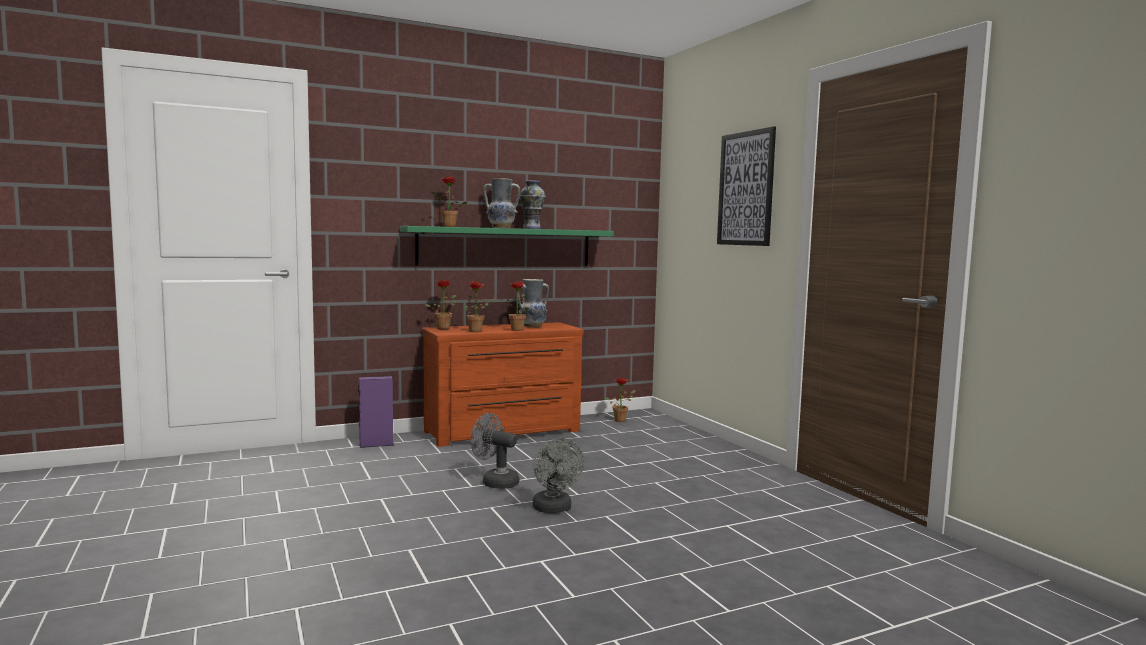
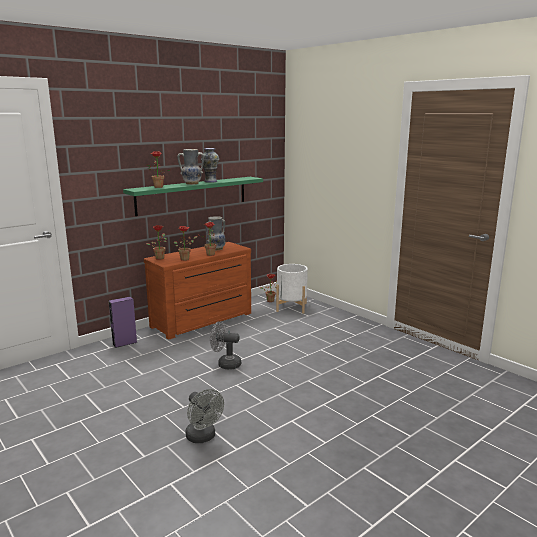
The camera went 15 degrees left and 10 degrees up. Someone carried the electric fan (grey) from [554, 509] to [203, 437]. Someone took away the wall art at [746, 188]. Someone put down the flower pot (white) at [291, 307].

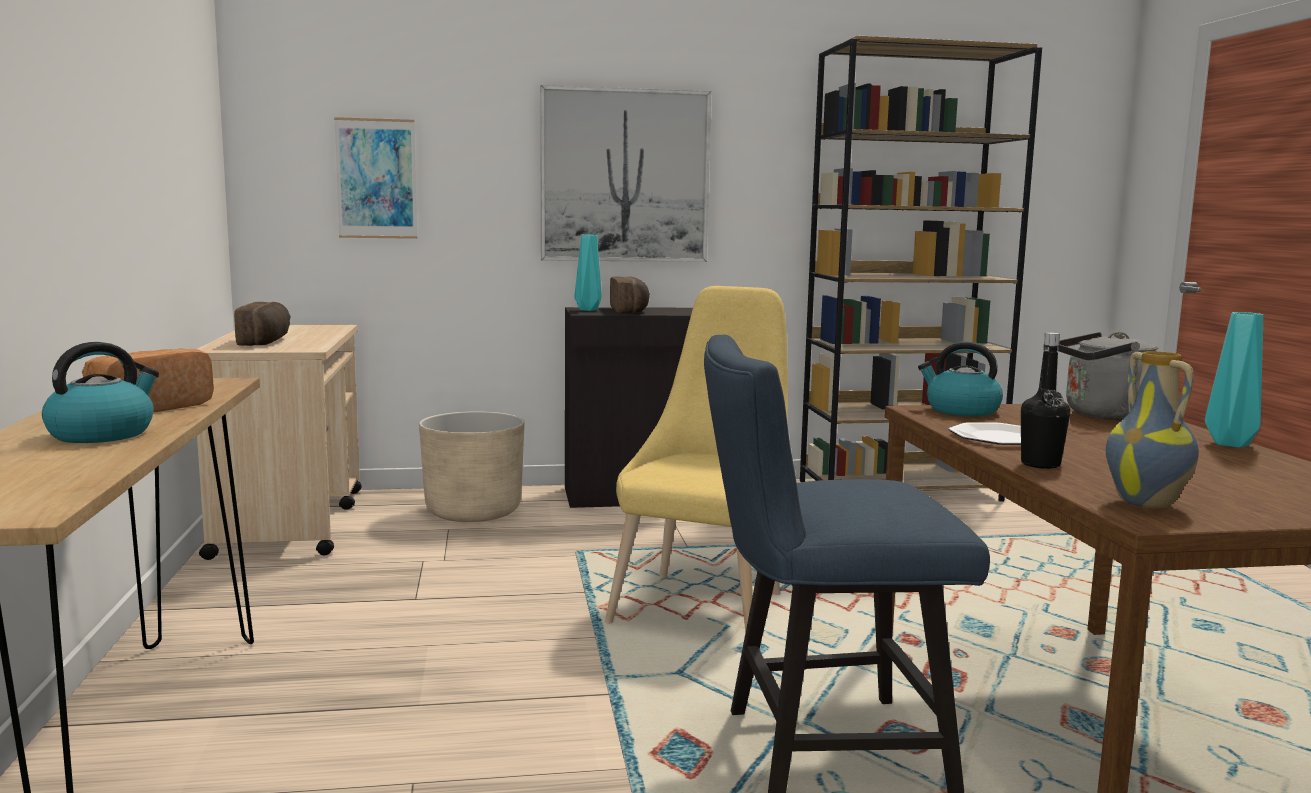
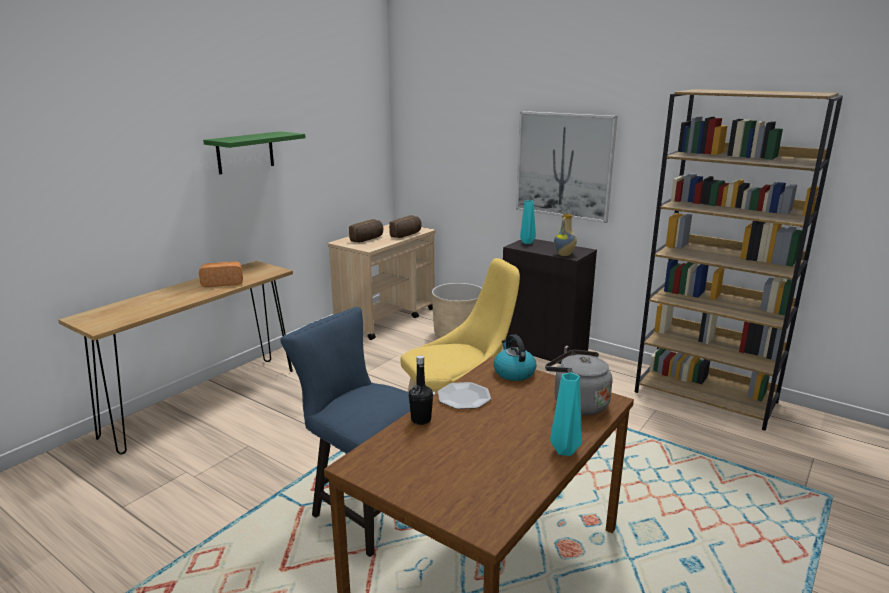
The camera went 45 degrees right and 10 degrees up. Someone took away the tea kettle at [103, 434]. Someone took away the wall art at [376, 179]. Someone carried the bread from [630, 310] to [407, 235]. Someone carried the flower vase from [1147, 504] to [564, 255]. Someone put up the wall shelf (greenish) at [245, 152].

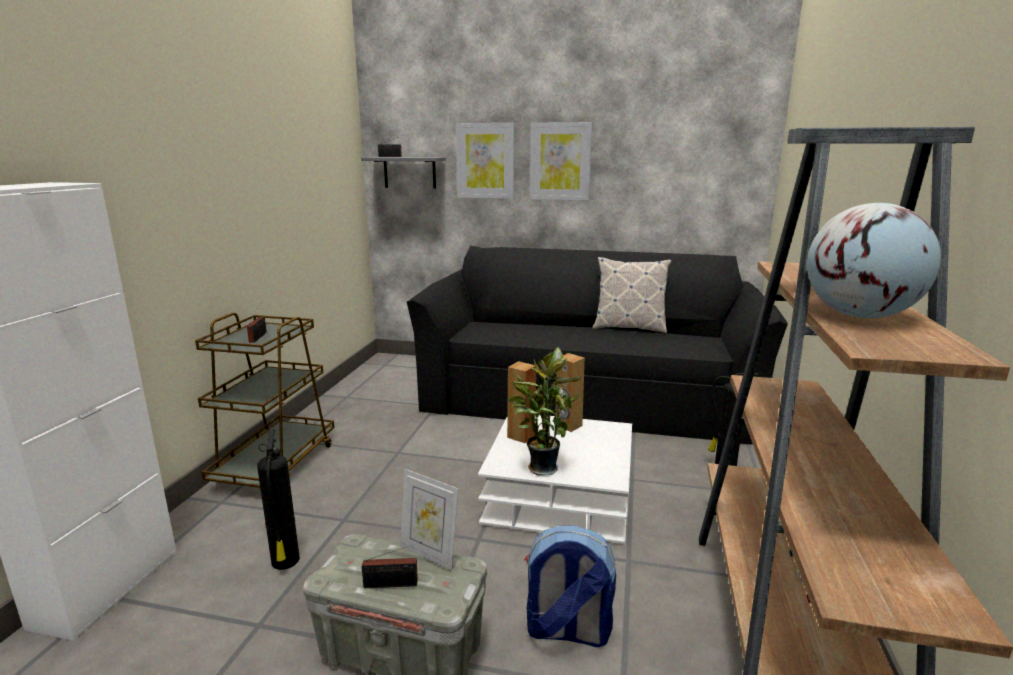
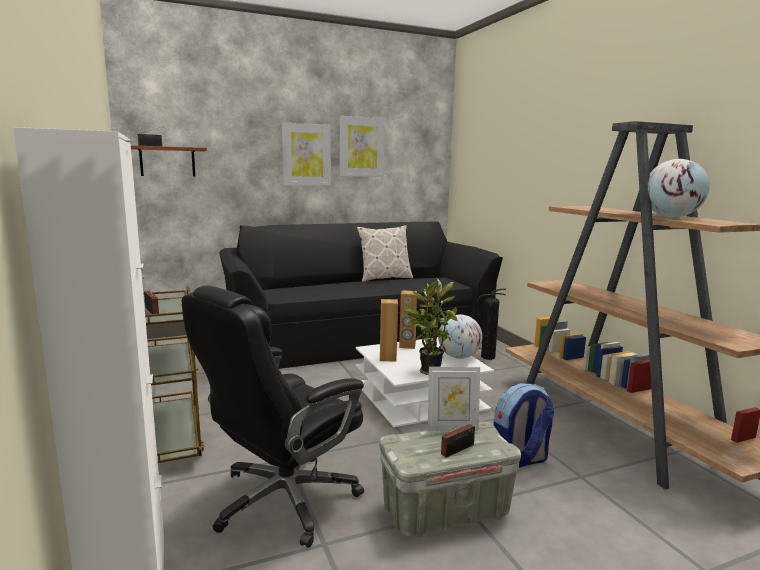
The camera went 35 degrees left and 5 degrees down. Someone swapped the fire-fighting cylinder at [285, 562] for the office chair (blackish) at [282, 500]. Someone repainted the wall shelf (grey) at [409, 172], which became the wall shelf (brown-coloured) at [167, 161]. Someone carried the wall art from [485, 161] to [361, 147]. Someone put down the world globe at [458, 357].

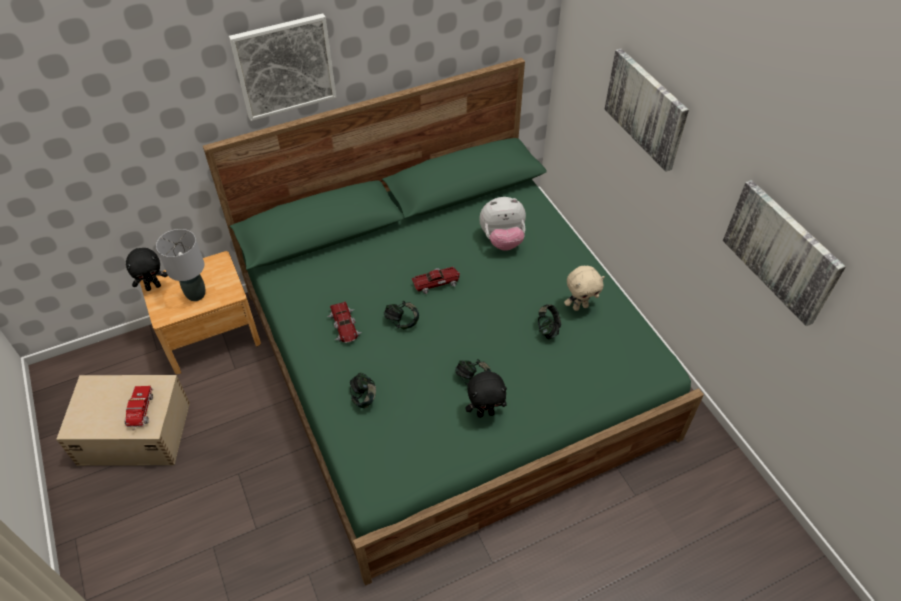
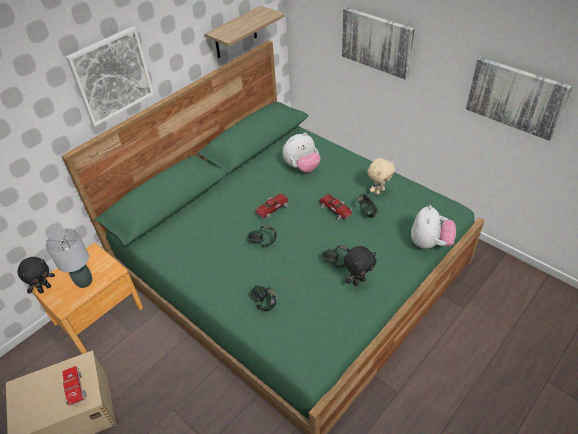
The camera went 20 degrees left and 5 degrees down. Someone carried the model car from [345, 326] to [336, 209]. Someone put up the wall shelf at [235, 33]. Someone put down the plush toy at [430, 243].

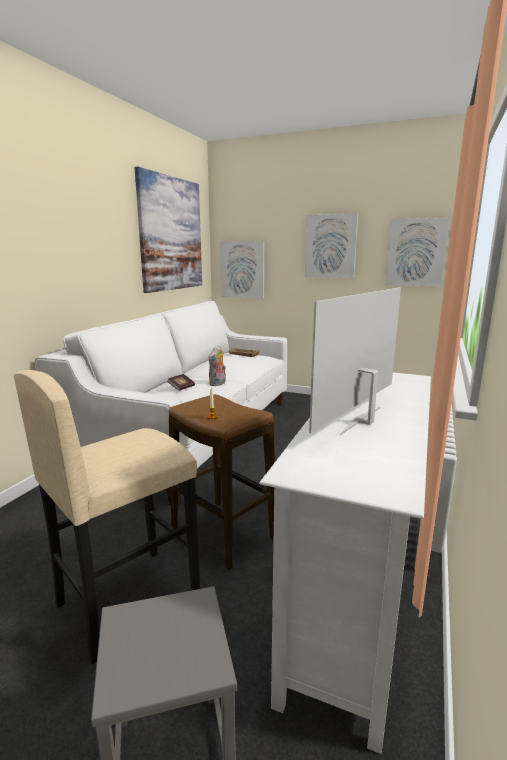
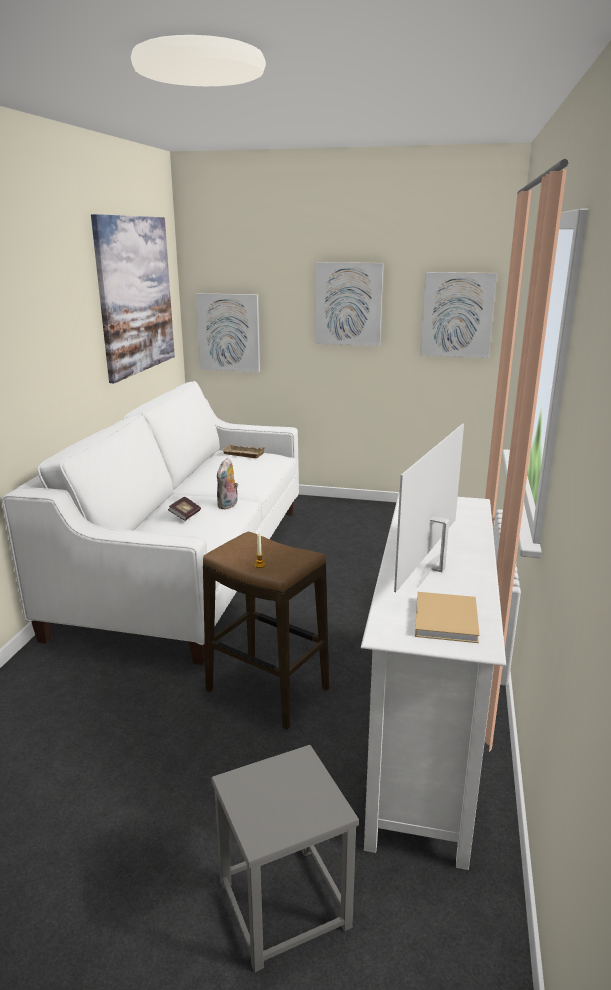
The camera went 10 degrees left and 5 degrees up. Someone took away the stool (beige-coloured) at [127, 599]. Someone put down the volume (beige-coloured) at [446, 618].

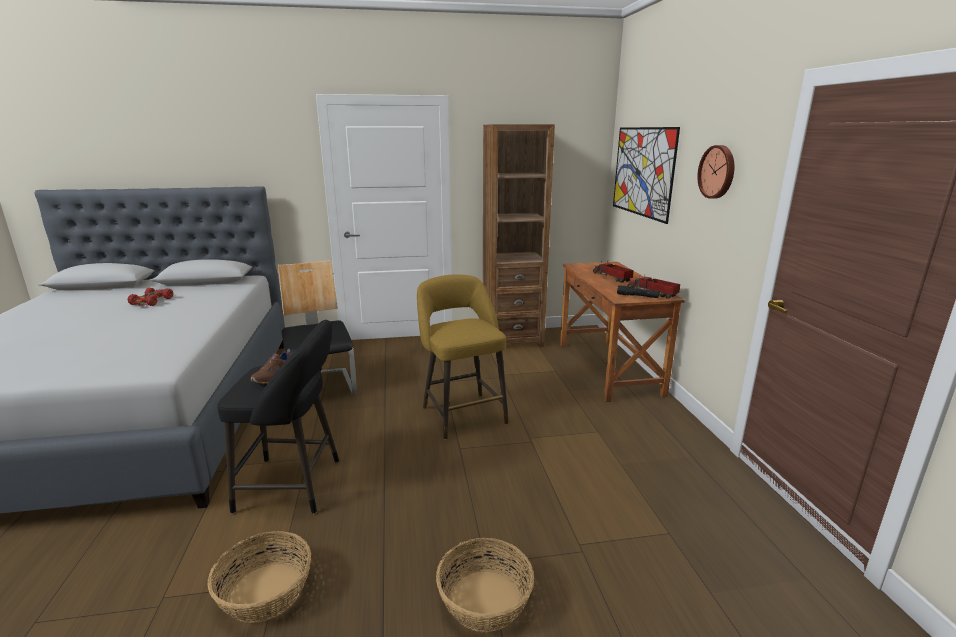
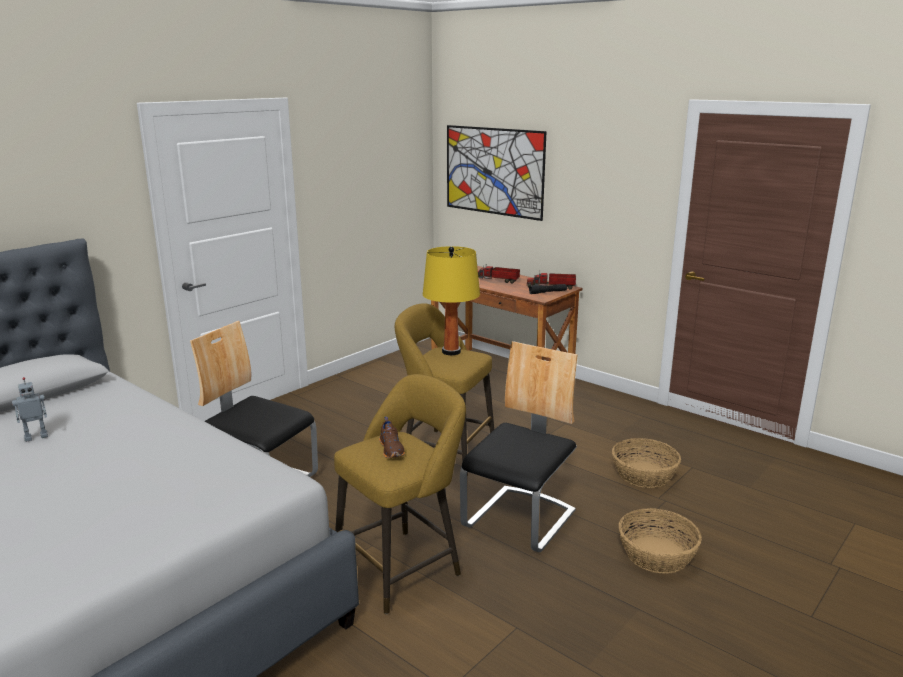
The camera went 40 degrees left and 0 degrees up. Someone swapped the model car (red-coloured) at [151, 301] for the model robot at [36, 437]. Someone carried the basket from [266, 592] to [644, 475]. Someone repainted the stool (blackish) at [295, 485], which became the stool (yellow) at [403, 567]. Someone took away the bookcase (brown-coloured) at [512, 339]. Someone took away the clock on the wall at [718, 172]. Someone put down the table lamp (yellow) at [451, 352]. Someone put down the plain chair at [520, 520].

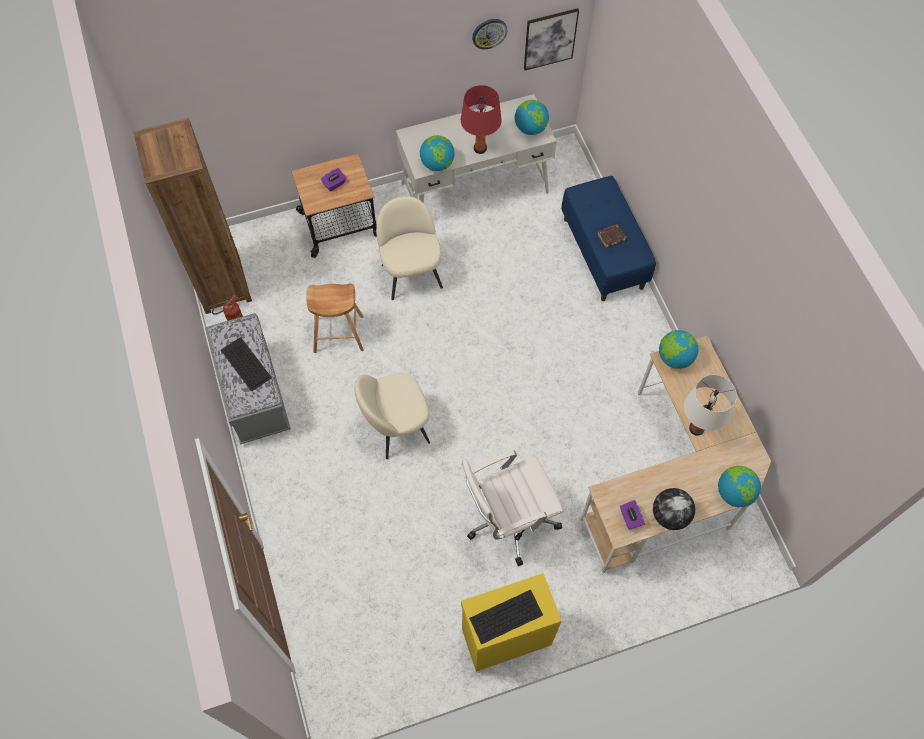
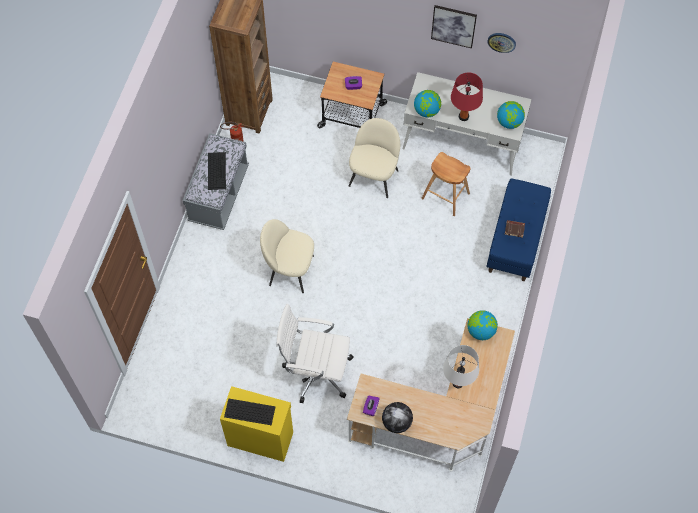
The camera went 35 degrees right and 0 degrees up. Someone carried the stool (brown-coloured) from [339, 334] to [445, 196]. Someone carried the wall art from [550, 39] to [453, 26]. Someone took away the world globe at [734, 493].

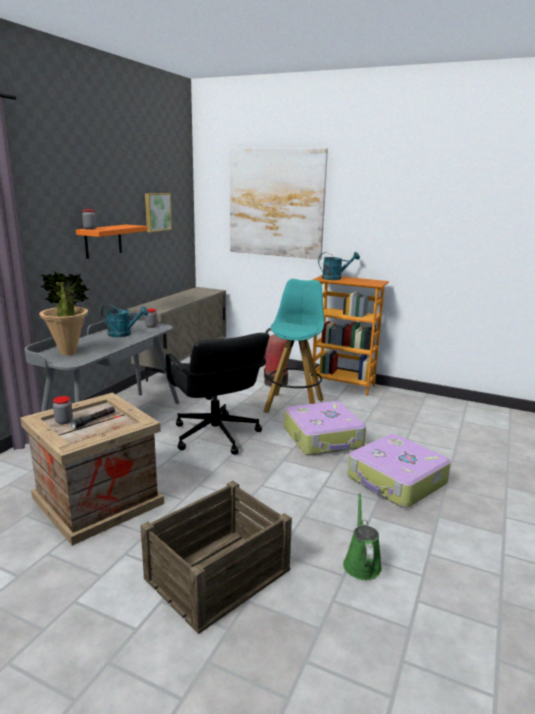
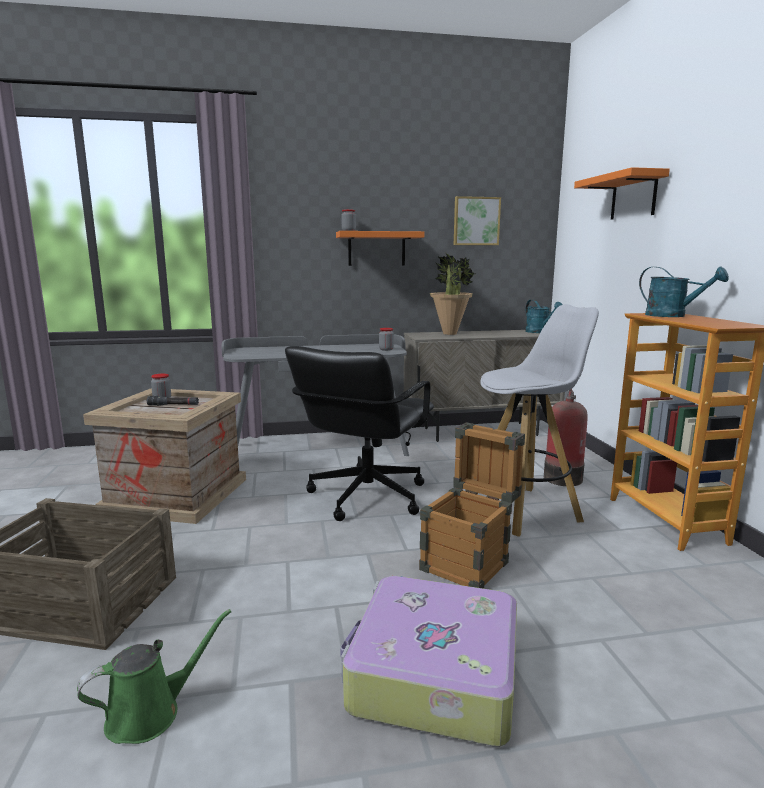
The camera went 55 degrees right and 5 degrees down. Someone carried the plant in a pot from [68, 352] to [450, 333]. Someone carried the watering can (turquoise-coloured) from [123, 334] to [540, 332]. Someone swapped the wall art at [276, 203] for the wall shelf (orangey) at [633, 196]. Someone repainted the stool (turquoise-coloured) at [294, 405], which became the stool (white) at [525, 510]. Someone swapped the piece of luggage at [323, 438] for the crate at [470, 561].

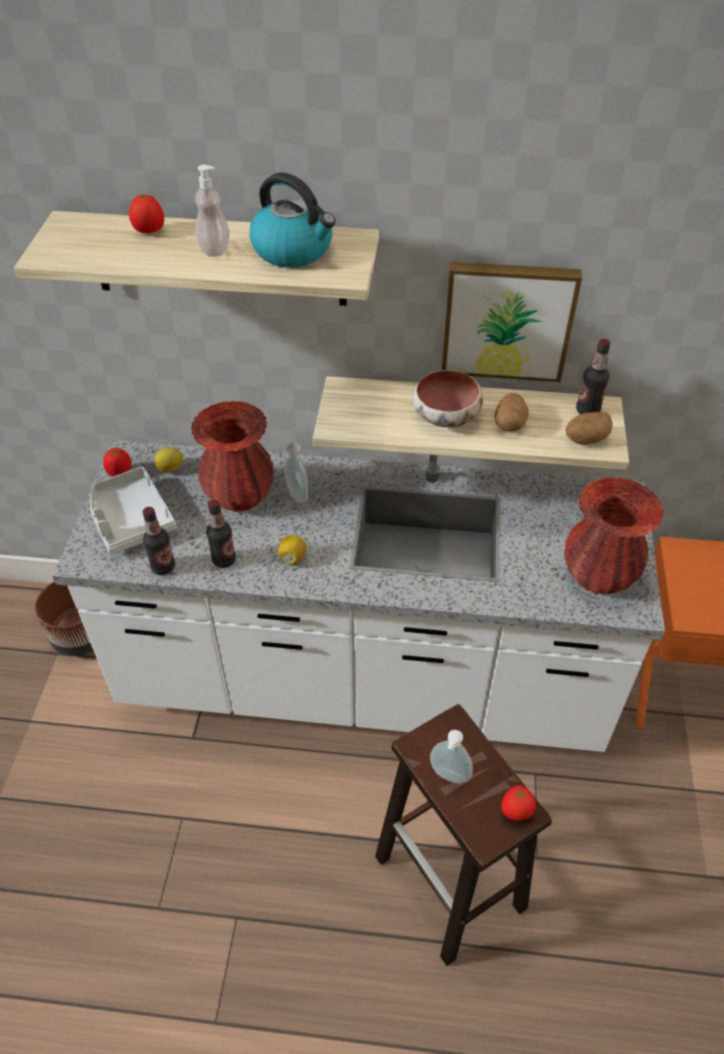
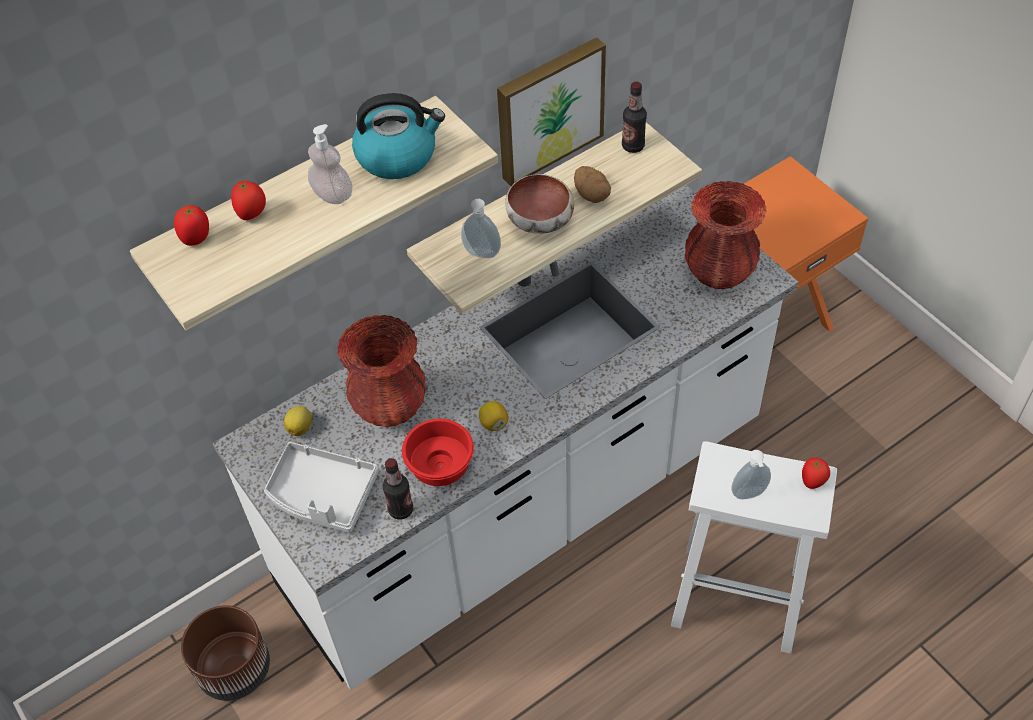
The camera went 40 degrees left and 5 degrees up. Someone carried the tomato from [120, 473] to [196, 238]. Someone swapped the beverage bottle at [224, 560] for the deep dish (red-coloured) at [442, 466]. Someone carried the soap dispenser from [296, 495] to [481, 255]. Someone repainted the stool (brown-coloured) at [451, 884], which became the stool (white) at [740, 597]. Someone took away the whole potato at [585, 439].

